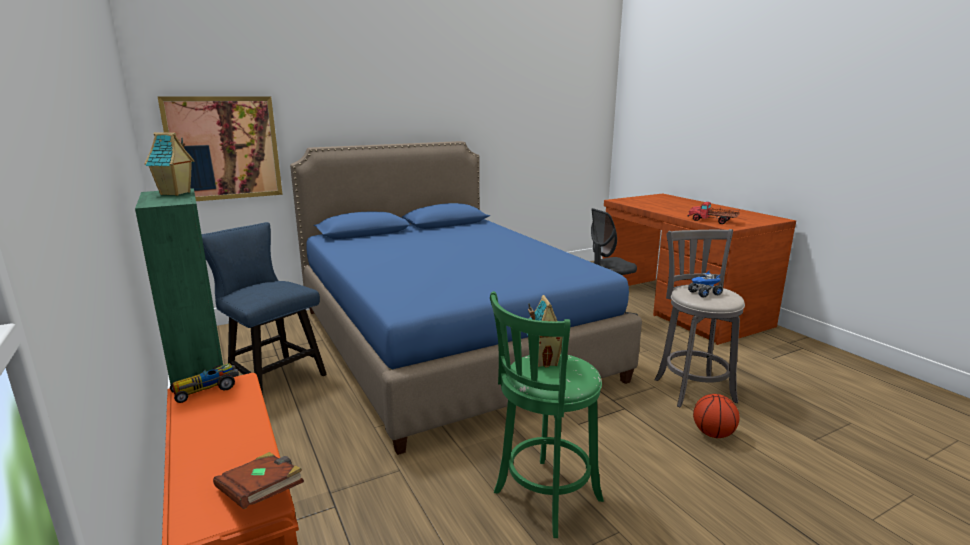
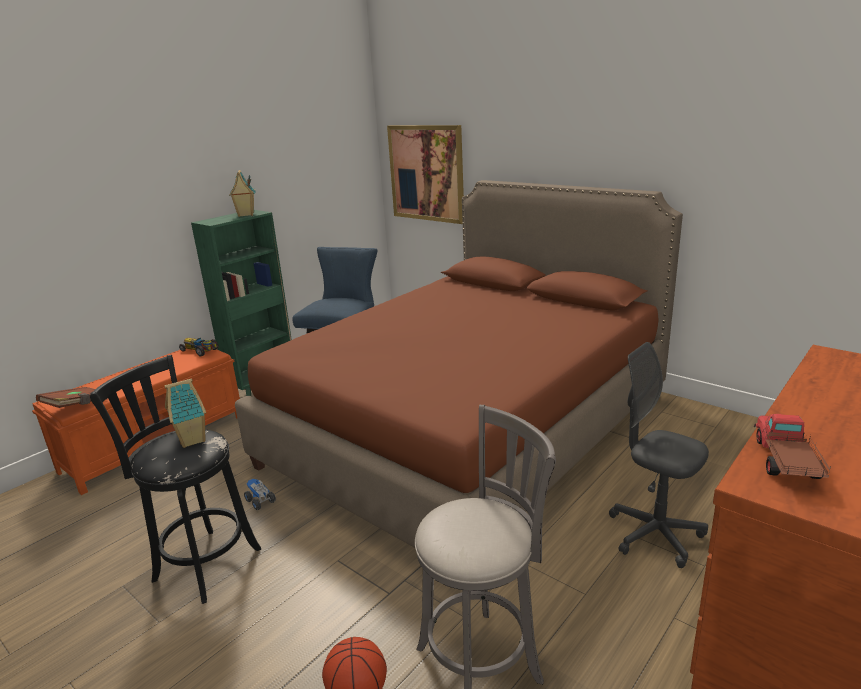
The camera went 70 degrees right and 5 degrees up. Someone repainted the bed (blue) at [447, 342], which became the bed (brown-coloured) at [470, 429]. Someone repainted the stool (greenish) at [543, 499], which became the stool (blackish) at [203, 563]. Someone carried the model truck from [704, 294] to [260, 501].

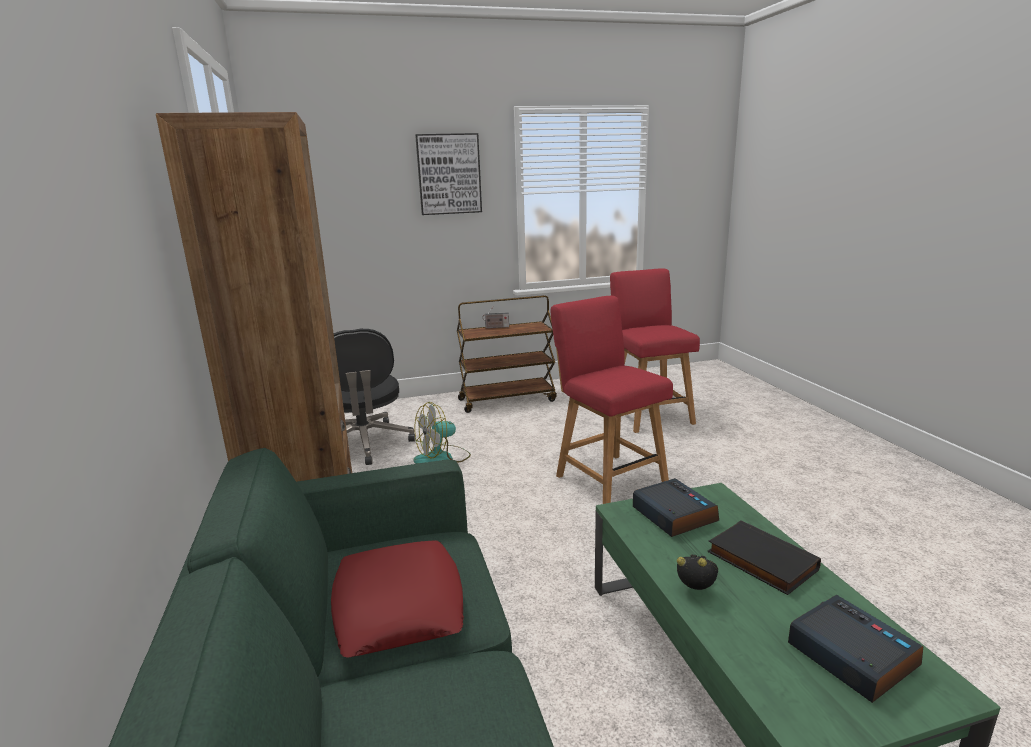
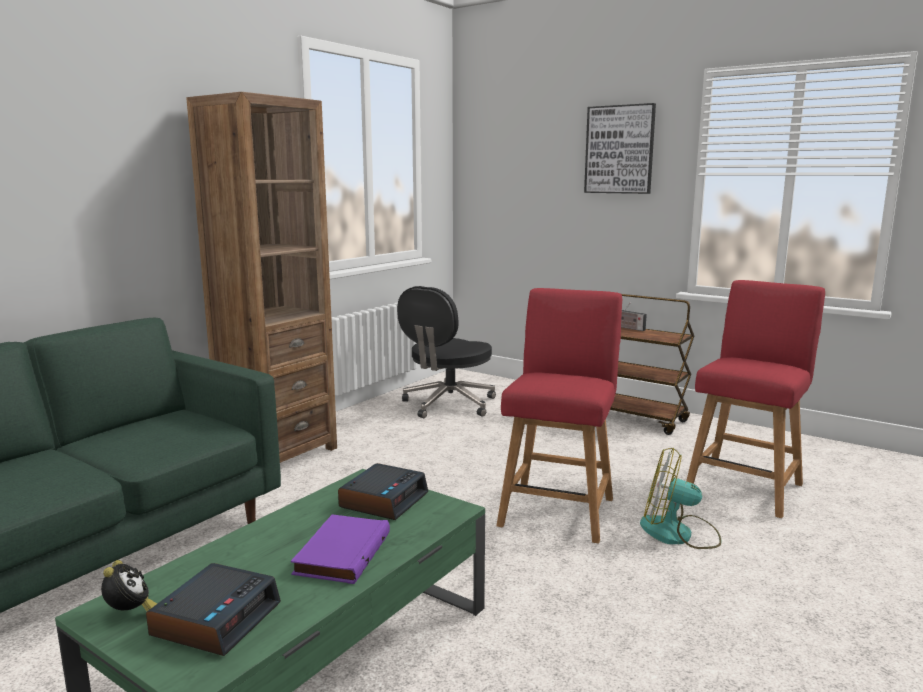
The camera went 50 degrees right and 5 degrees down. Someone took away the cushion (red-coloured) at [398, 605]. Someone carried the electric fan from [442, 458] to [678, 534]. Someone carried the bedside clock from [697, 591] to [131, 614]. Someone repainted the volume (blackish) at [760, 561], which became the volume (purple-coloured) at [341, 553].

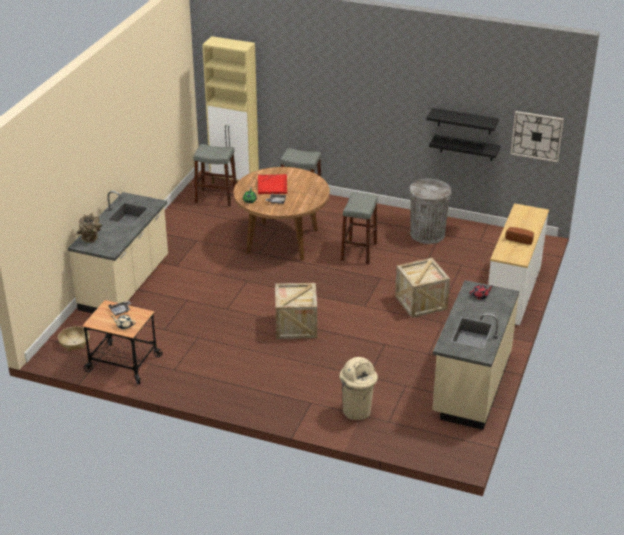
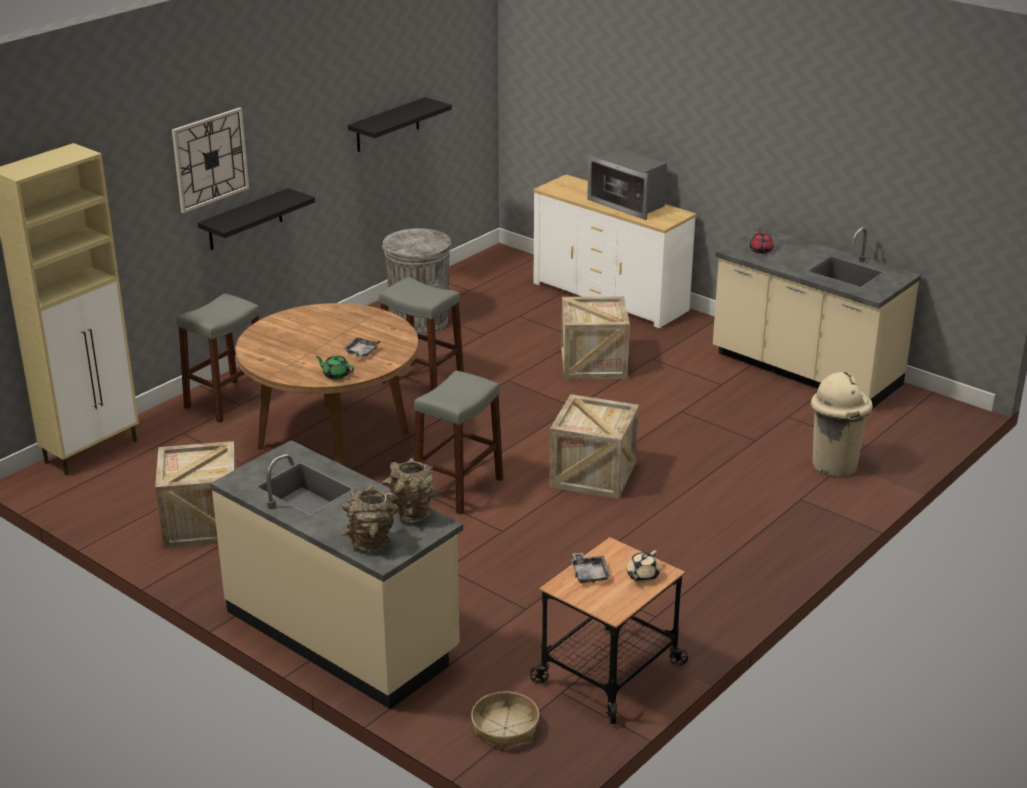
The camera went 70 degrees left and 5 degrees down. Someone carried the stool (grey) from [216, 198] to [459, 488]. Someone took away the serving tray (red-coloured) at [272, 185]. Someone carried the wall shelf (blackish) from [466, 148] to [245, 220]. Someone swapped the bread at [519, 239] for the microwave oven at [628, 204]. Someone carried the clock on the wall from [536, 136] to [210, 159]. Someone put down the crate at [202, 523]. Someone put down the flower vase (brown-coloured) at [410, 513].

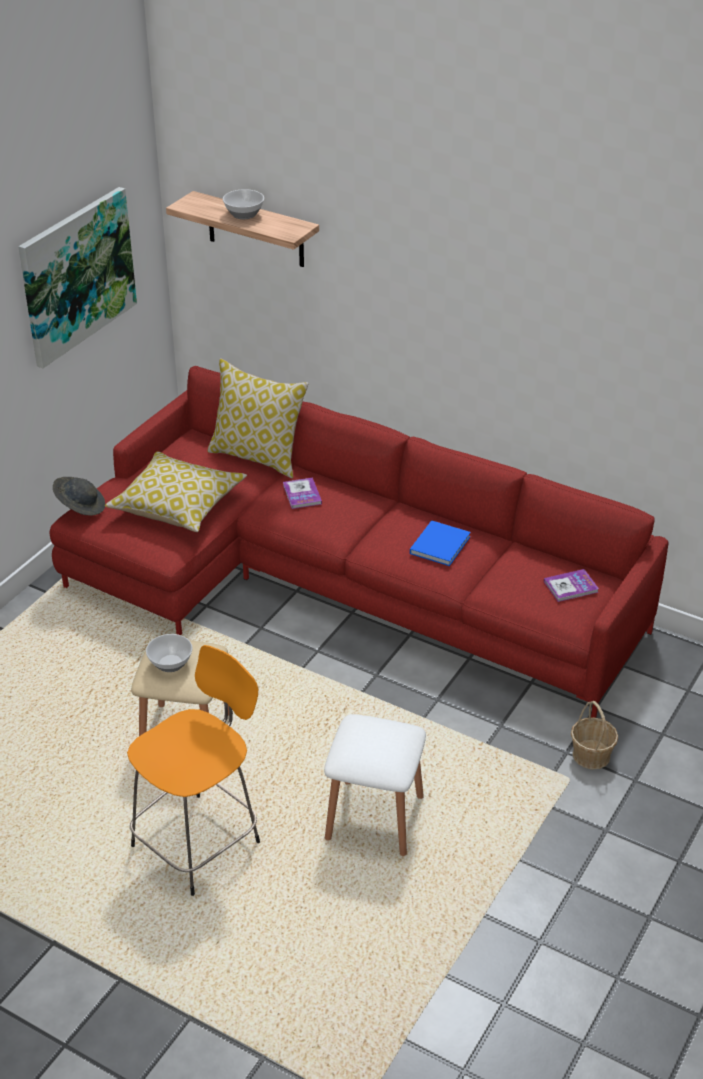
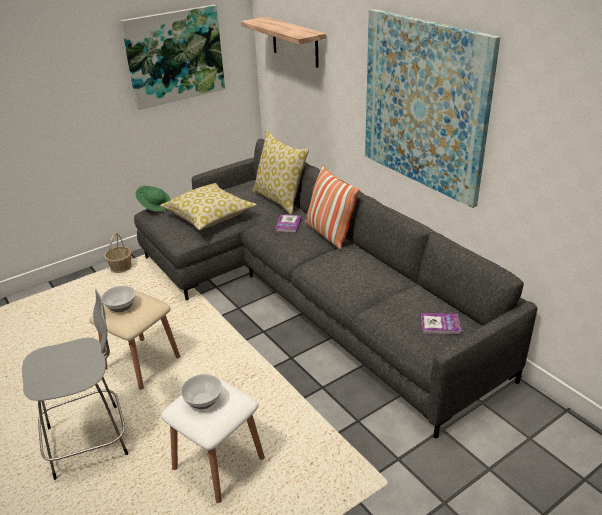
The camera went 25 degrees right and 5 degrees down. Someone repainted the settee (red-coloured) at [339, 584], which became the settee (grey) at [307, 293]. Someone repainted the clothing hat (grey) at [80, 506], which became the clothing hat (greenish) at [155, 206]. Someone repainted the stool (orangey) at [199, 842], which became the stool (grey) at [91, 440]. Someone carried the deep dish from [244, 215] to [202, 401]. Someone took away the volume (blue) at [441, 544]. Someone carried the basket from [591, 755] to [121, 267]. Someone put down the cushion at [329, 234]. Someone put up the wall art at [424, 105].

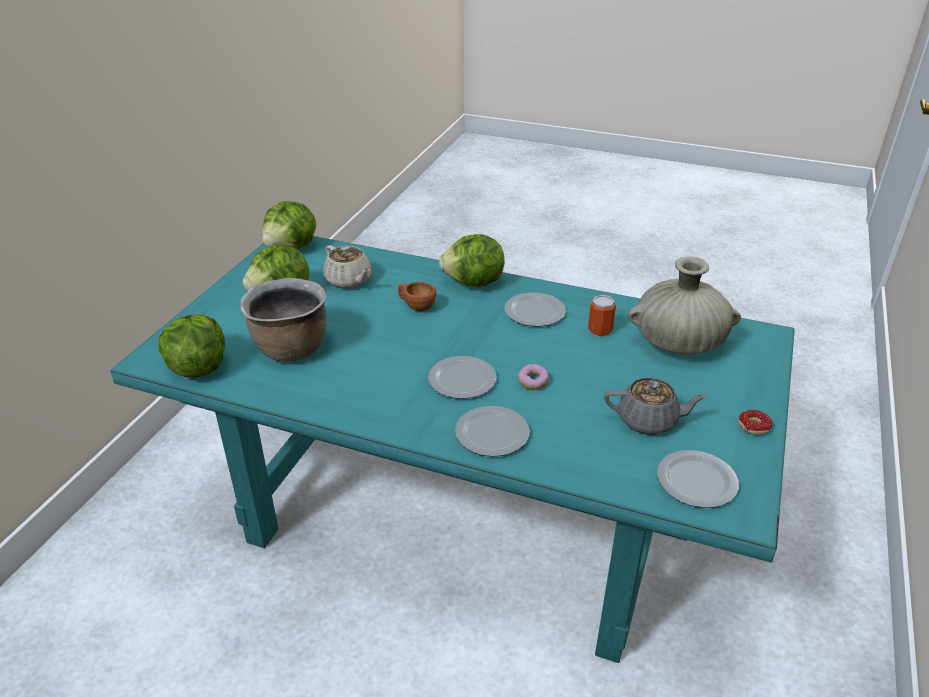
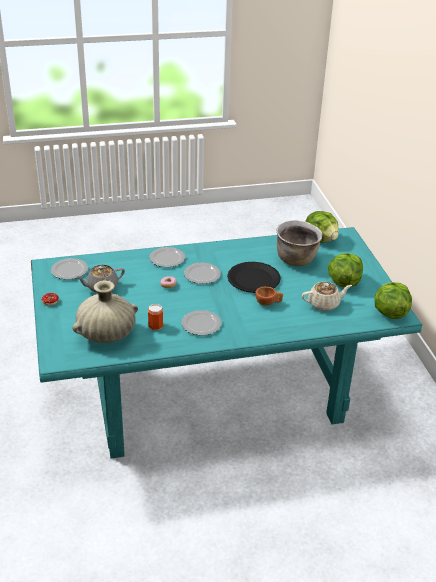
The camera went 145 degrees right and 0 degrees up. Someone rotated the tea pot (beige-coloured) at [349, 281] by 150 degrees clockwise. Someone took away the lettuce head at [474, 283]. Someone put down the flat dish (blackish) at [253, 278].

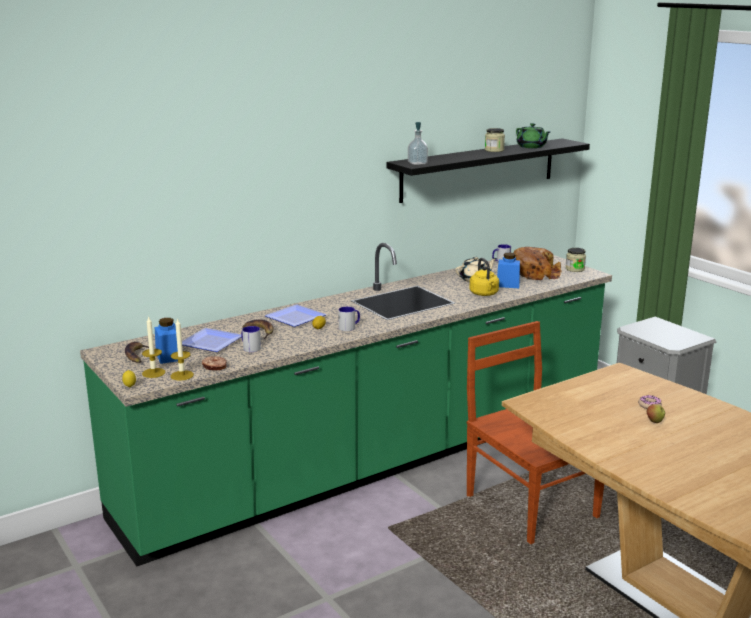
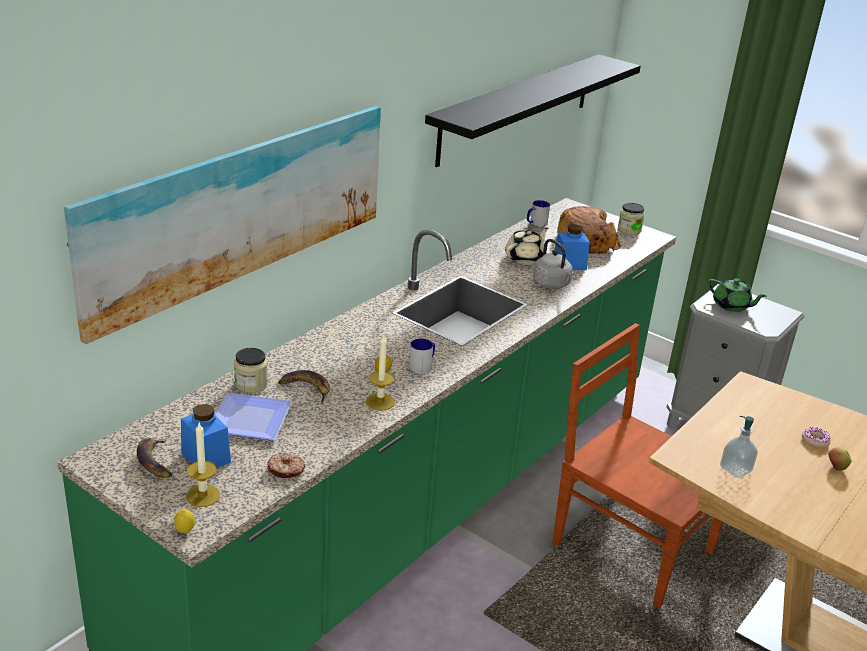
The camera went 20 degrees left and 10 degrees up. Someone carried the candle from [182, 375] to [380, 402]. Someone took away the tea mug at [249, 347]. Someone took away the flat dish at [295, 319]. Someone carried the soap dispenser from [417, 163] to [735, 469]. Someone repainted the tea kettle (yellow) at [484, 294], which became the tea kettle (grey) at [552, 284]. Someone carried the preserve jar from [494, 150] to [251, 384]. Someone carried the tea pot (greenish) from [531, 147] to [731, 306]. Someone put up the wall art at [238, 210].

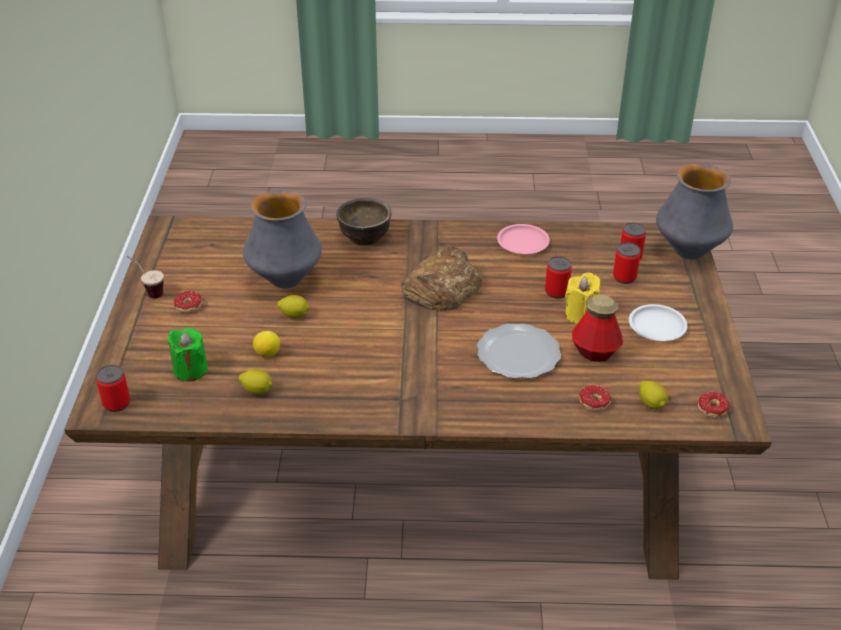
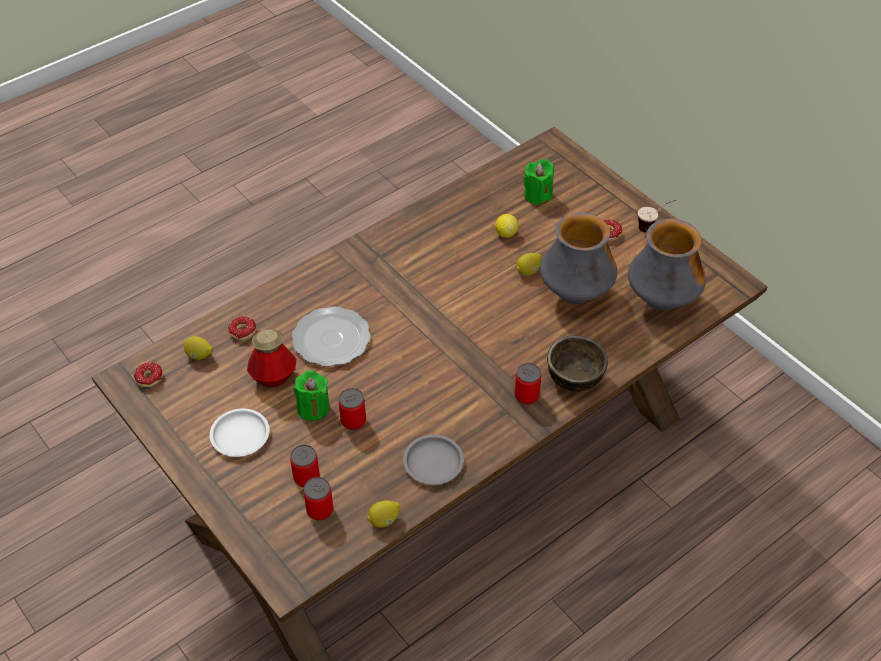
The camera went 140 degrees right and 10 degrees up. Someone carried the can from [116, 403] to [526, 395]. Someone carried the whole lemon from [257, 390] to [384, 520]. Someone took away the bread at [442, 287]. Someone repainted the flat dish (pink-coloured) at [523, 243], which became the flat dish (grey) at [432, 462]. Someone repainted the candle (yellow) at [581, 315], which became the candle (greenish) at [313, 408]. Someone carried the flower vase from [688, 252] to [661, 301].

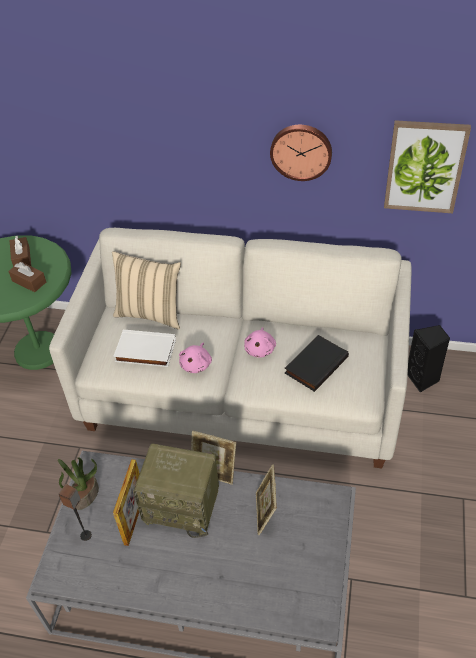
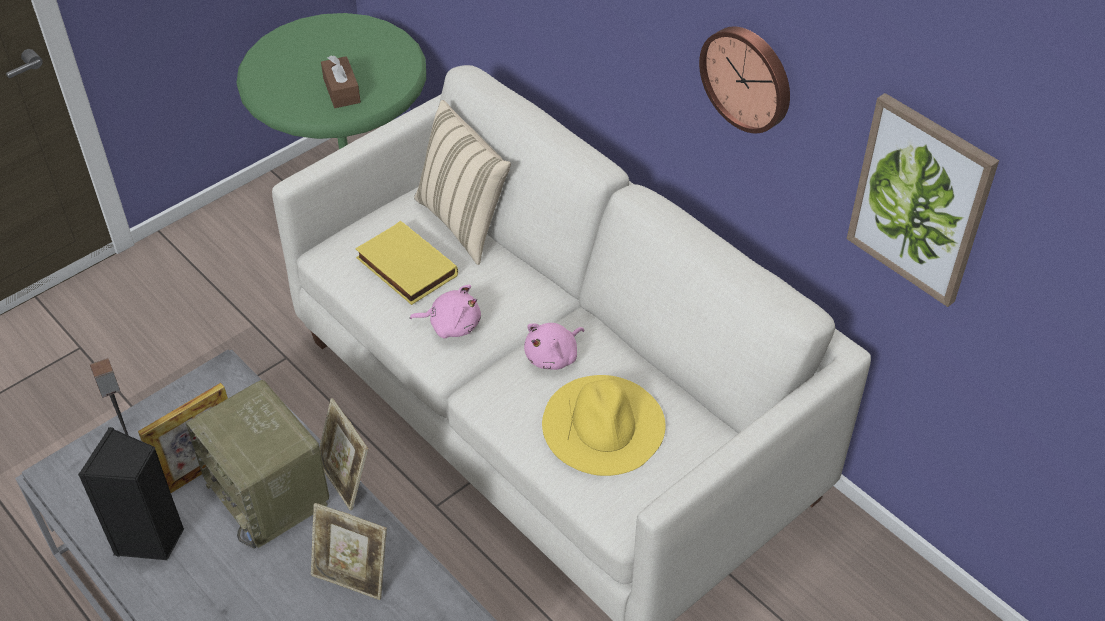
The camera went 35 degrees right and 0 degrees up. Someone took away the tissue box (brown-coloured) at [22, 258]. Someone took away the plant in a pot at [85, 495]. Someone repainted the volume (white) at [145, 351], which became the volume (yellow) at [404, 267]. Someone rotated the plush toy (pink-coloured) at [196, 364] by 135 degrees counterclockwise. Someone rotated the standing frame at [266, 513] by 105 degrees counterclockwise. Someone swapped the volume (blackish) at [315, 364] for the clothing hat (yellow) at [603, 424]. Someone carried the audio speaker (blackish) from [423, 379] to [150, 539].

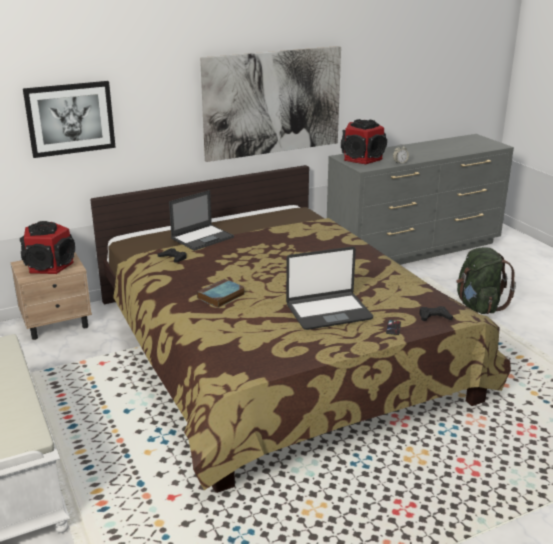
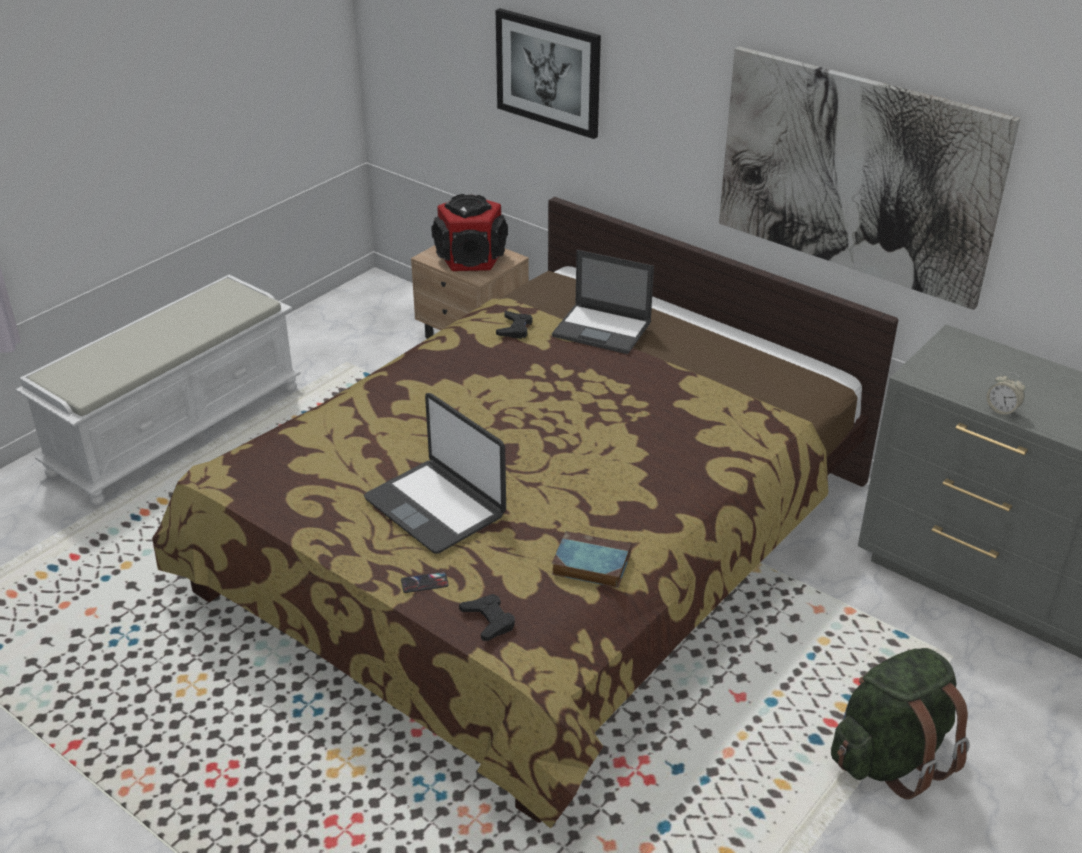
The camera went 65 degrees right and 10 degrees up. Someone carried the volume from [220, 296] to [589, 564]. Someone took away the audio speaker at [362, 158].

